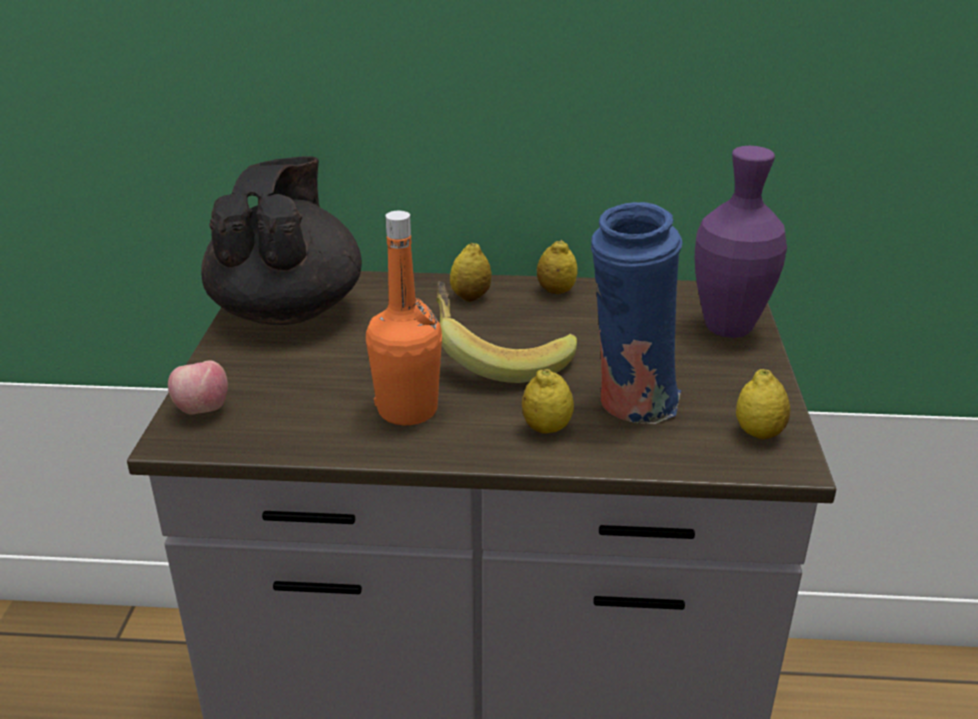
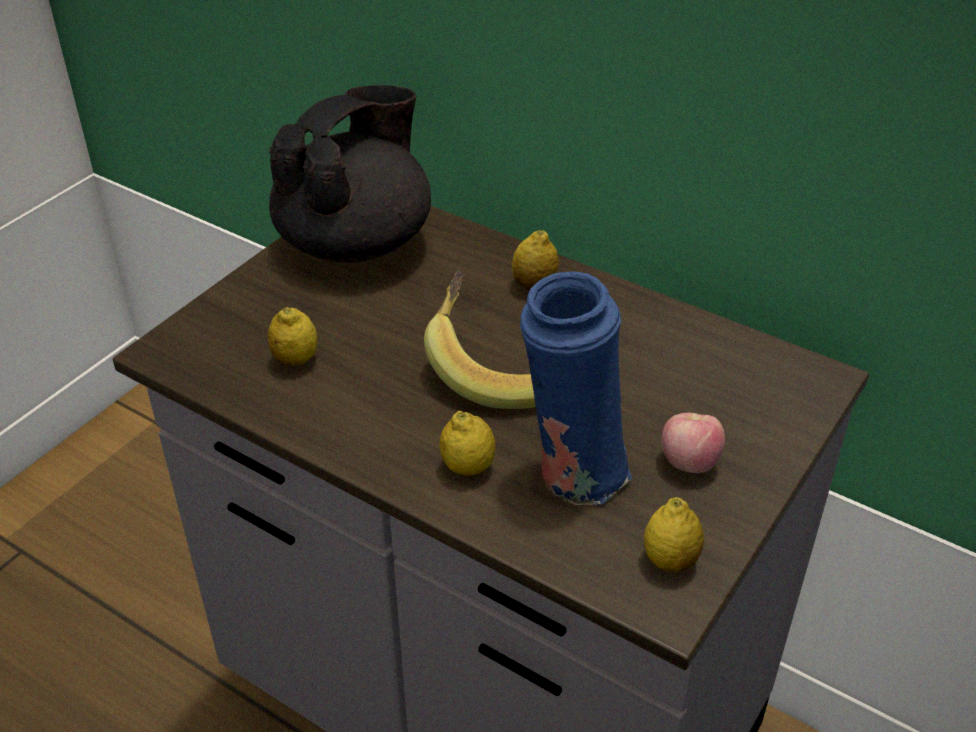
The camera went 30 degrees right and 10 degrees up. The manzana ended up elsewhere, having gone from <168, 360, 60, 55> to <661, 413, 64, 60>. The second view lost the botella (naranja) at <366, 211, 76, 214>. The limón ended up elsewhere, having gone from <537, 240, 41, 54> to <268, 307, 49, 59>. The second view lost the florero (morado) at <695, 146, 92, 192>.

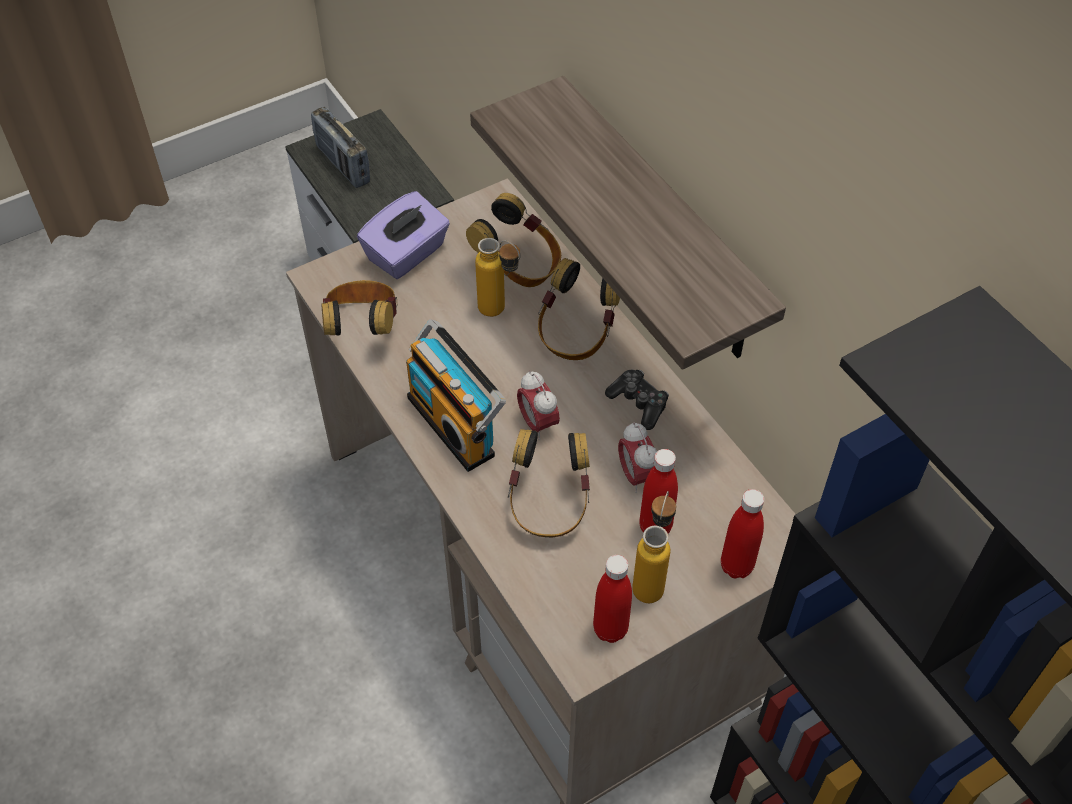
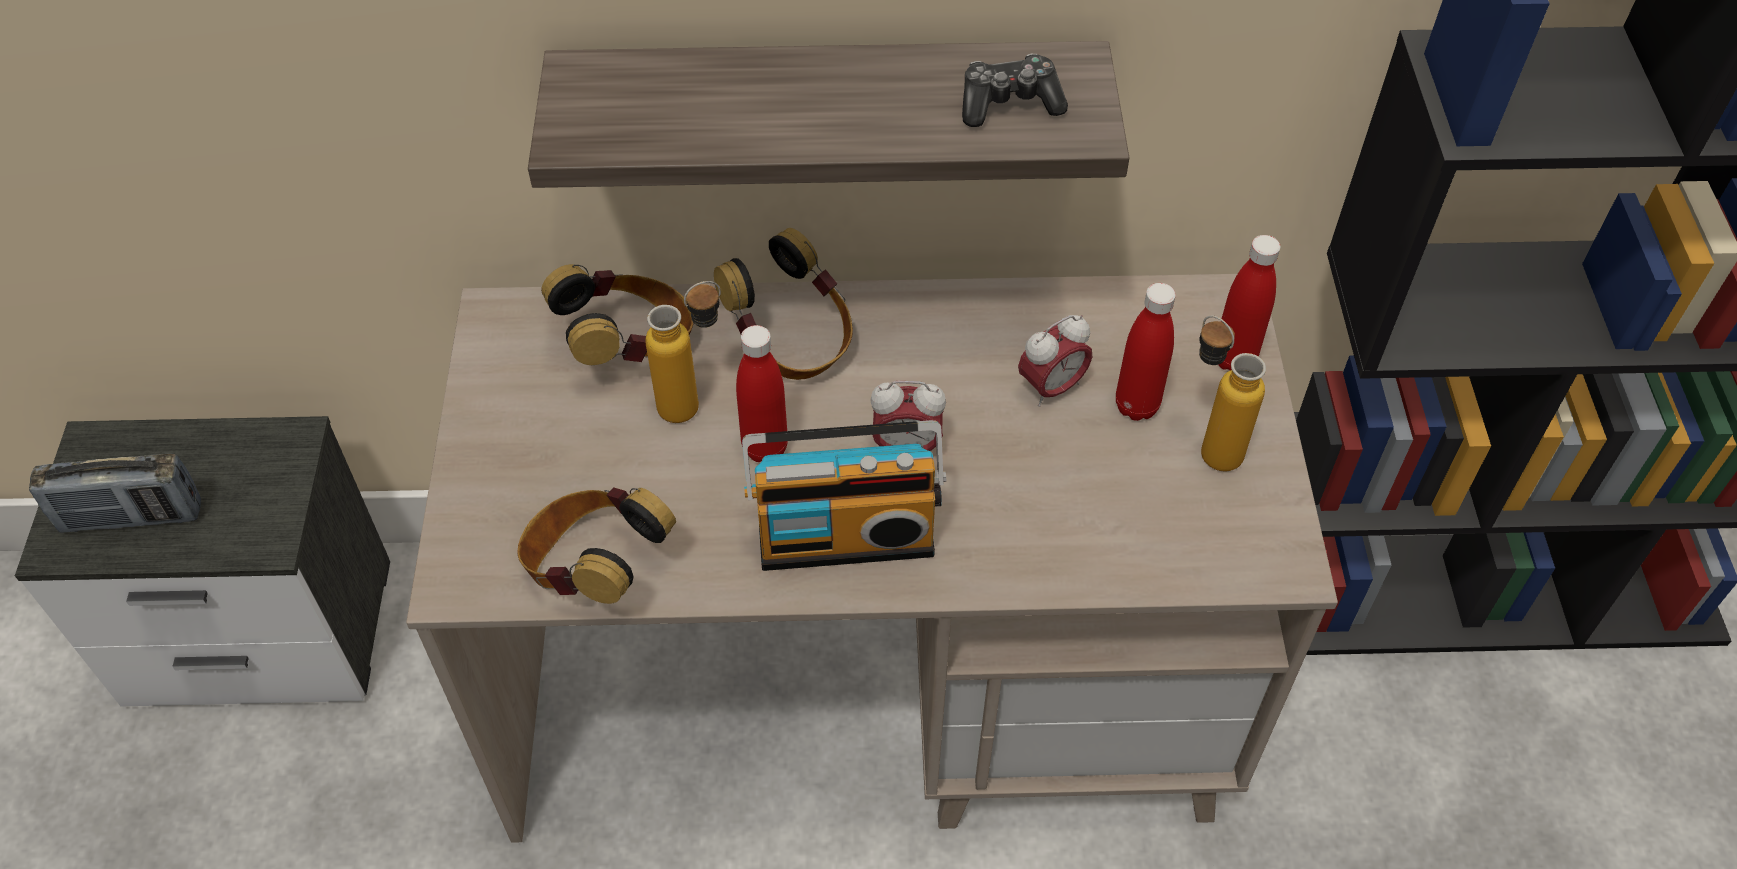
The camera went 60 degrees left and 0 degrees up. The second view lost the caja de pañuelos (morado) at <357, 191, 93, 88>. The second view lost the auriculares at <508, 429, 82, 108>. The botella (rojo) ended up elsewhere, having gone from <593, 555, 39, 88> to <736, 325, 52, 137>. The mando de consola ended up elsewhere, having gone from <605, 370, 64, 60> to <962, 54, 106, 73>. The despertador at <618, 422, 39, 71> ended up facing another way, 45 degrees counterclockwise from before.

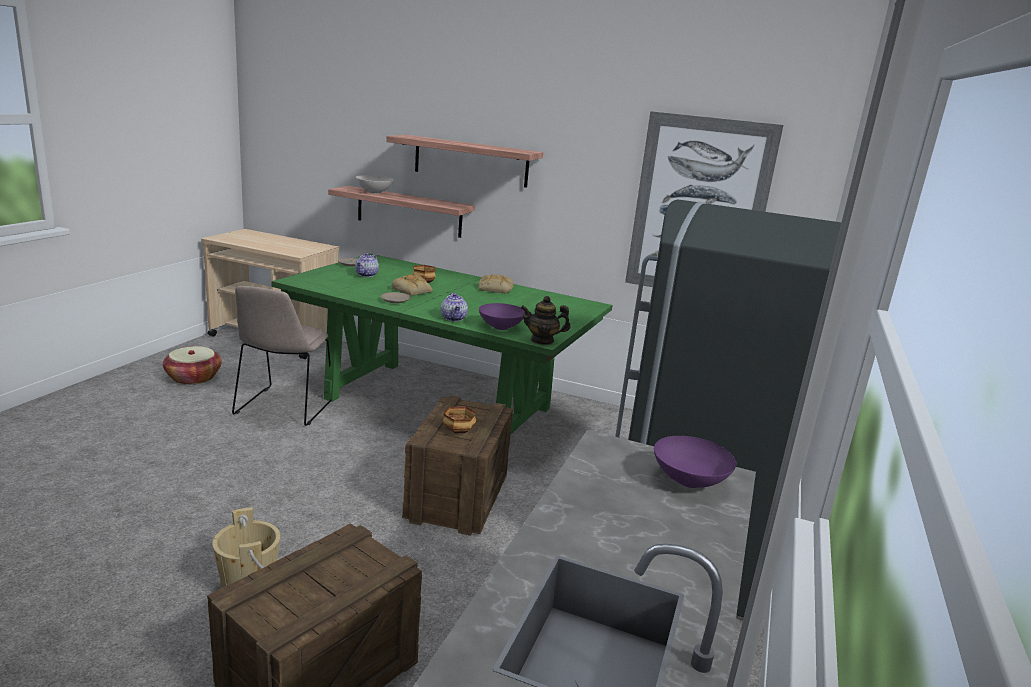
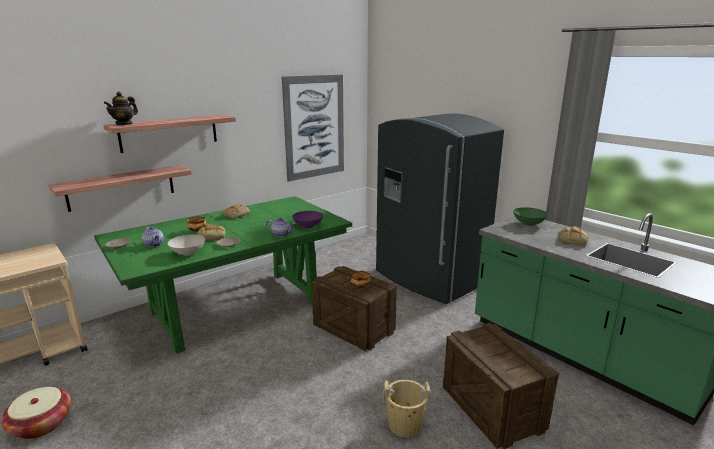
The camera went 60 degrees left and 0 degrees up. The second view lost the silla (beis) at <232, 286, 100, 140>. The cuenco (blanco) ended up elsewhere, having gone from <356, 175, 38, 19> to <168, 235, 37, 21>. The tetera ended up elsewhere, having gone from <521, 296, 49, 49> to <104, 92, 34, 33>. What was the cuenco (morado) at <654, 436, 82, 52> turned into the cuenco (verde) at <513, 207, 35, 19>. The second view gained the pan at <558, 226, 30, 20>.

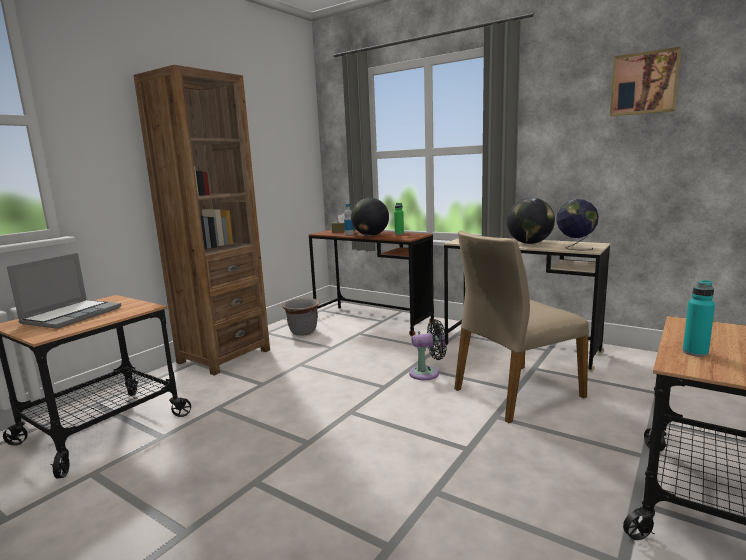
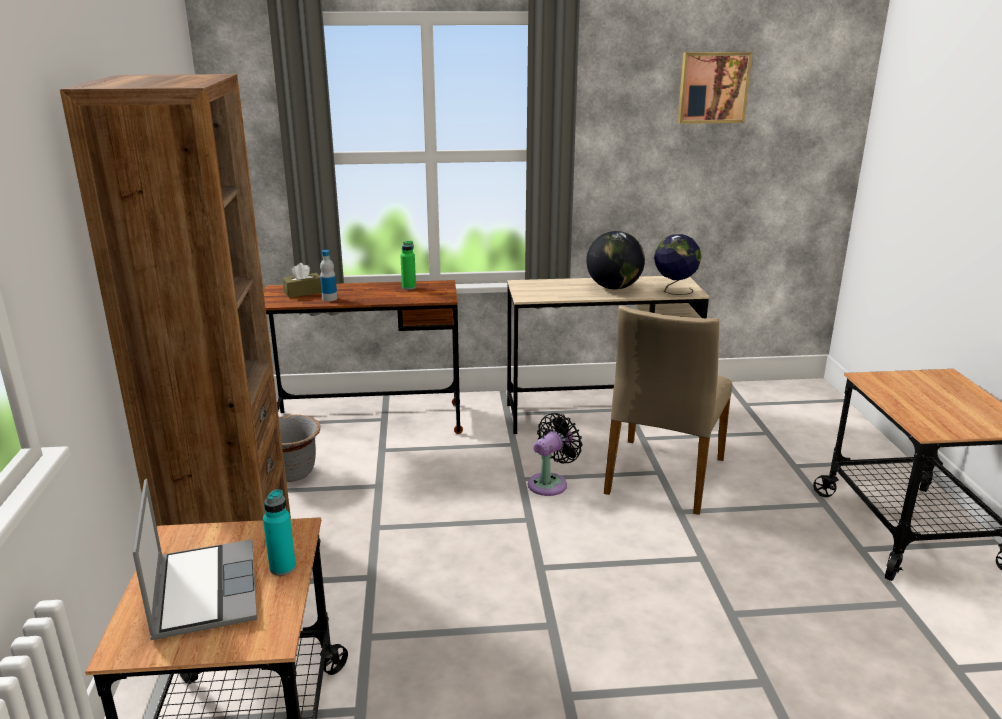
The camera went 40 degrees left and 10 degrees up. The second view lost the globo terráqueo at <351, 198, 38, 38>. The botella (turquesa) ended up elsewhere, having gone from <683, 280, 32, 77> to <263, 489, 33, 87>.

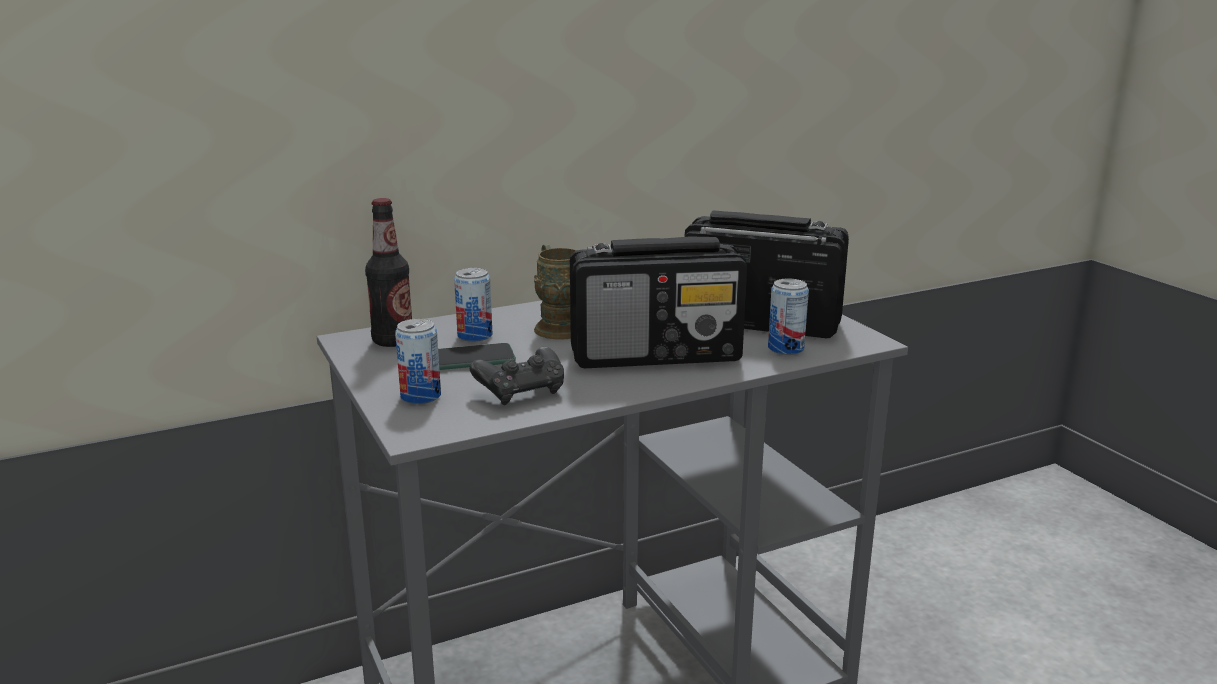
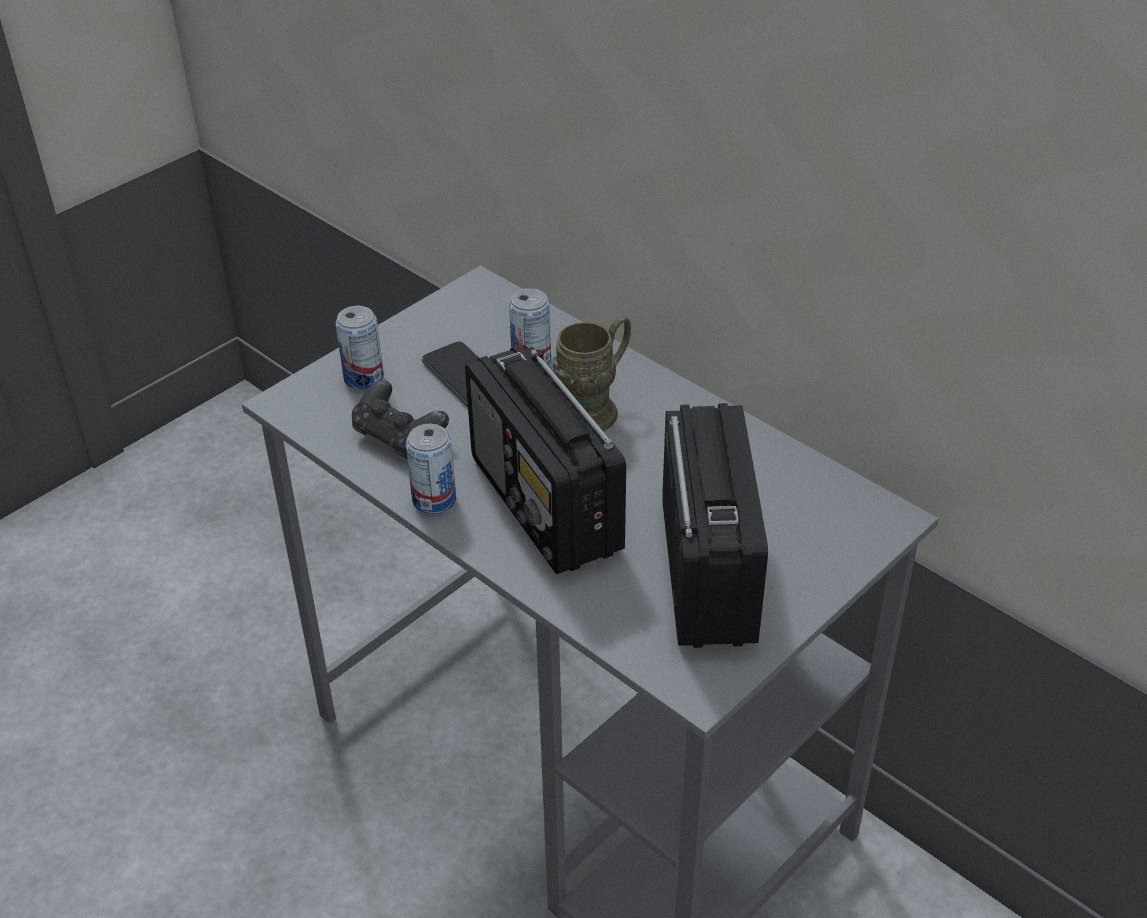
The camera went 70 degrees right and 20 degrees up. The second view lost the botella at <365, 198, 47, 149>. The lata ended up elsewhere, having gone from <768, 278, 41, 77> to <406, 424, 50, 90>.

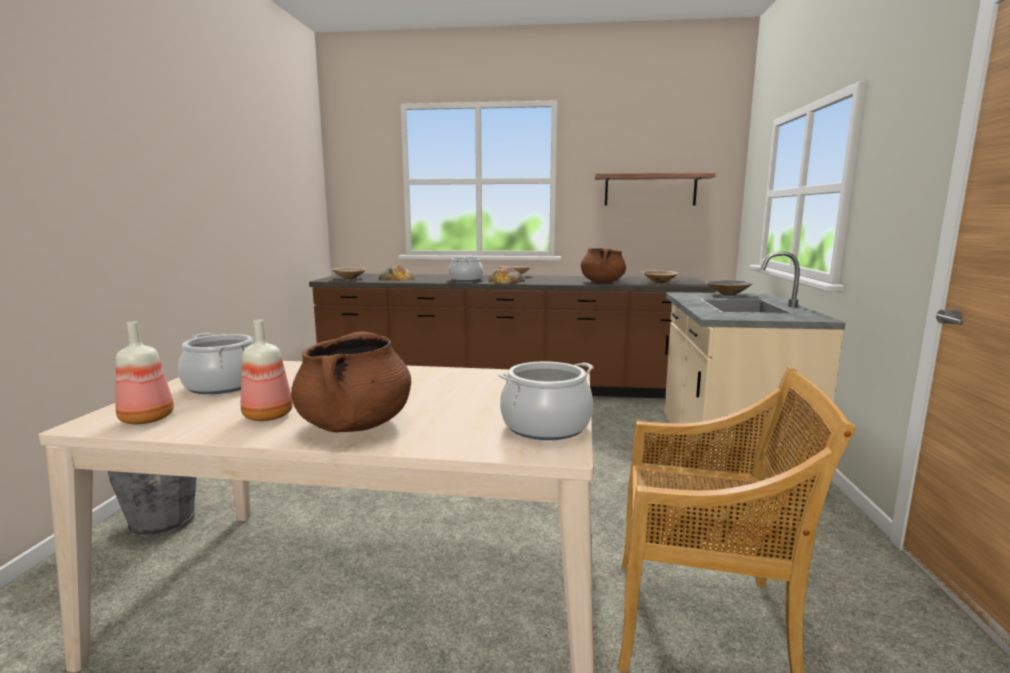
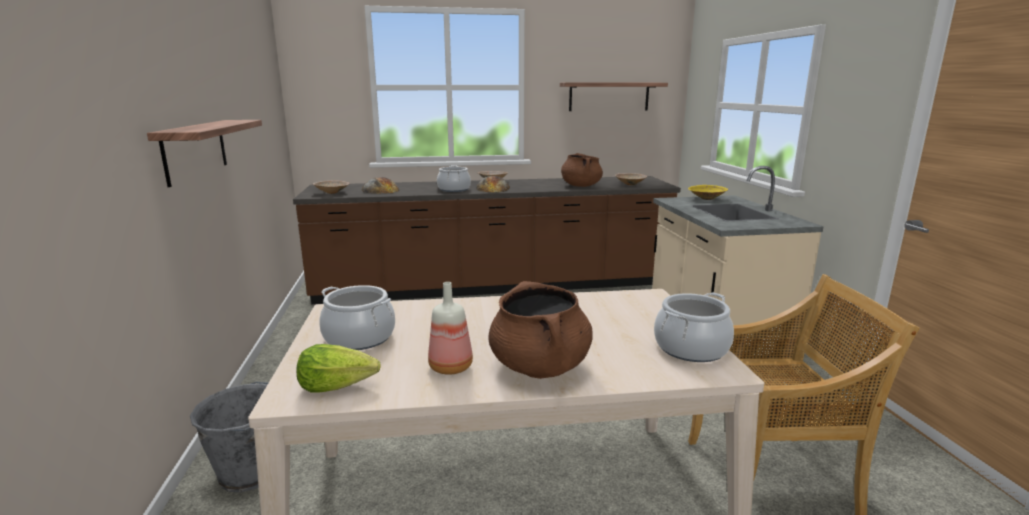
The camera went 15 degrees left and 5 degrees up. Where the botella stood at <115, 321, 59, 103>, the lechuga came to stand at <296, 344, 85, 49>. What was the cuenco (gris) at <705, 279, 48, 17> turned into the cuenco (amarillo) at <688, 185, 40, 15>. The second view gained the estante at <147, 120, 115, 67>.

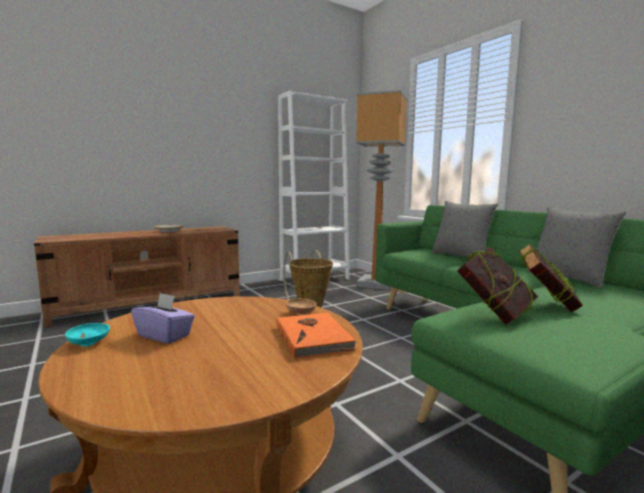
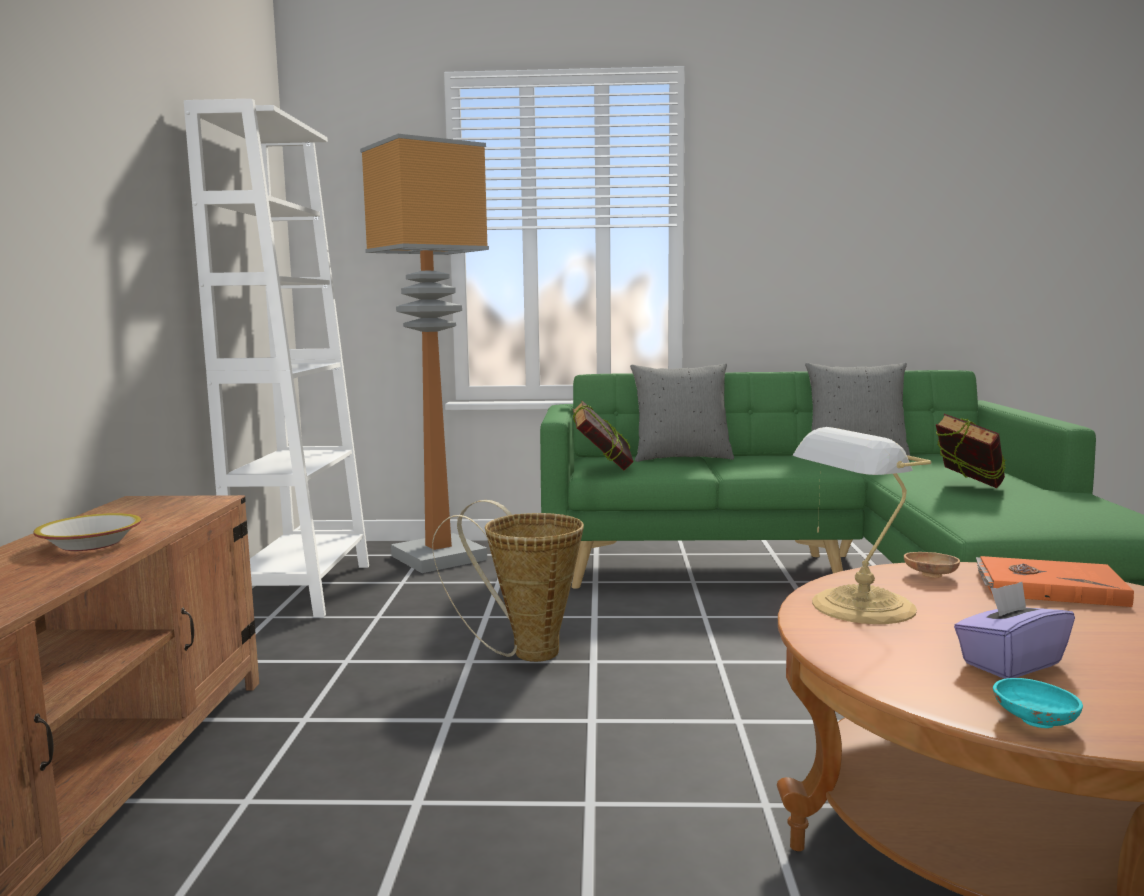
The camera went 55 degrees left and 0 degrees up. The libro ended up elsewhere, having gone from <457, 247, 81, 78> to <573, 401, 61, 69>. The second view gained the lámpara de mesa at <793, 427, 139, 197>.

